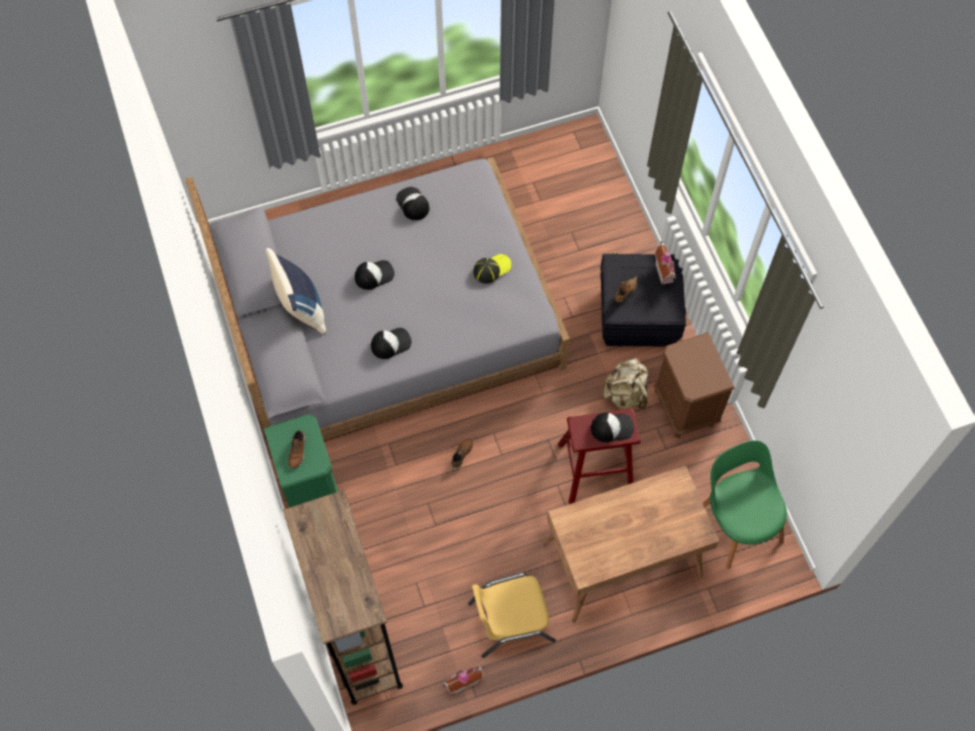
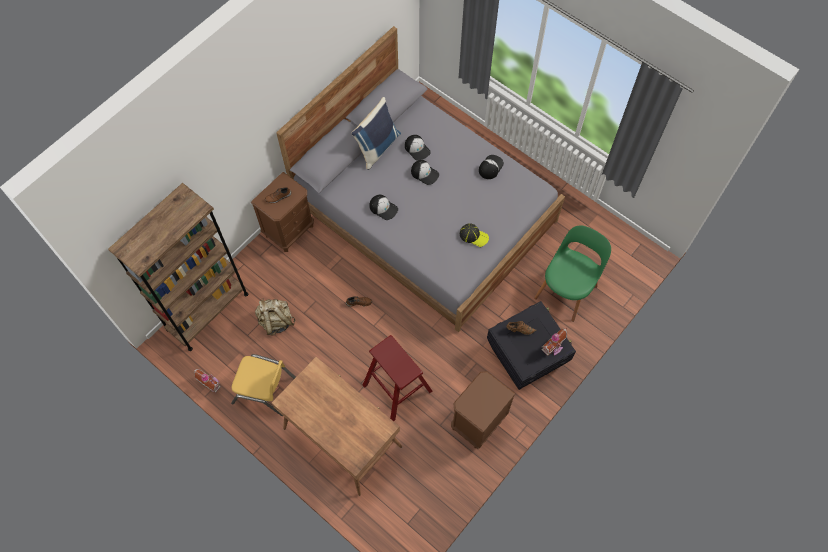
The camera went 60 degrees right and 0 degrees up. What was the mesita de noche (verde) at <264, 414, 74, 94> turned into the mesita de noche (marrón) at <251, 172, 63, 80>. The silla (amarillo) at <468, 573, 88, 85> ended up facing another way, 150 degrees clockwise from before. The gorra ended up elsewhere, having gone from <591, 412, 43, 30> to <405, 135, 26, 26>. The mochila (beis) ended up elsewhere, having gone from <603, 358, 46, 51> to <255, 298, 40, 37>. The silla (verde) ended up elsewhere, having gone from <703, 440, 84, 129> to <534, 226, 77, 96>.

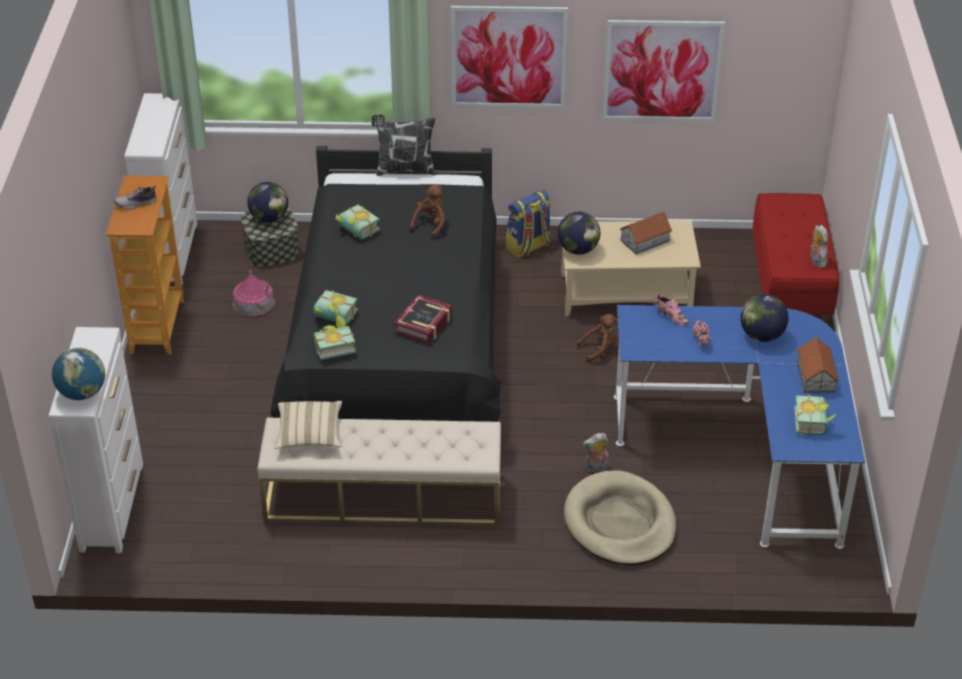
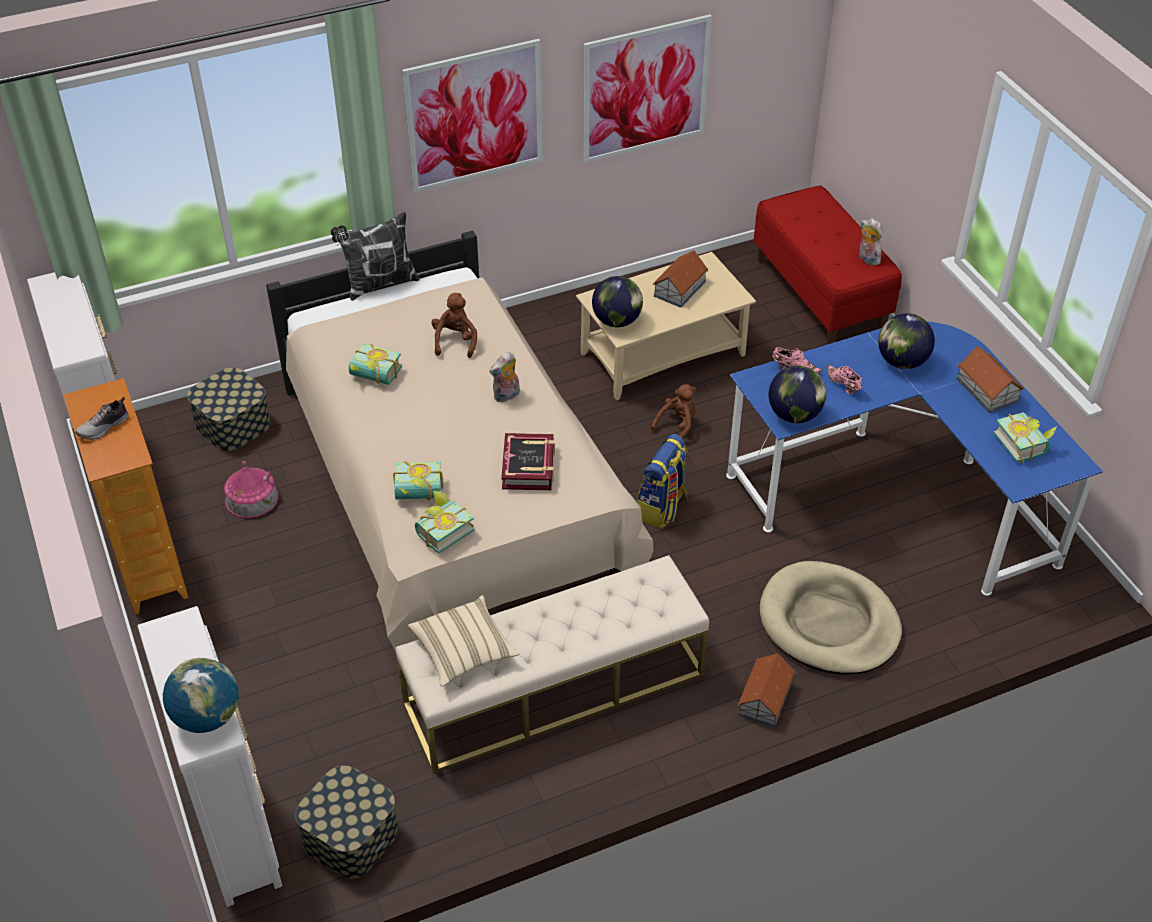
The camera went 25 degrees left and 5 degrees up. The globo terráqueo ended up elsewhere, having gone from <247, 182, 41, 41> to <769, 366, 57, 57>. What was the cama (negro) at <270, 146, 231, 276> turned into the cama (beis) at <266, 231, 388, 421>. The mochila ended up elsewhere, having gone from <506, 190, 45, 68> to <637, 434, 51, 94>. The peluche ended up elsewhere, having gone from <583, 433, 26, 39> to <490, 351, 30, 51>. The second view gained the caja de almacenaje at <295, 765, 103, 114>. The second view gained the casita at <737, 653, 59, 74>.

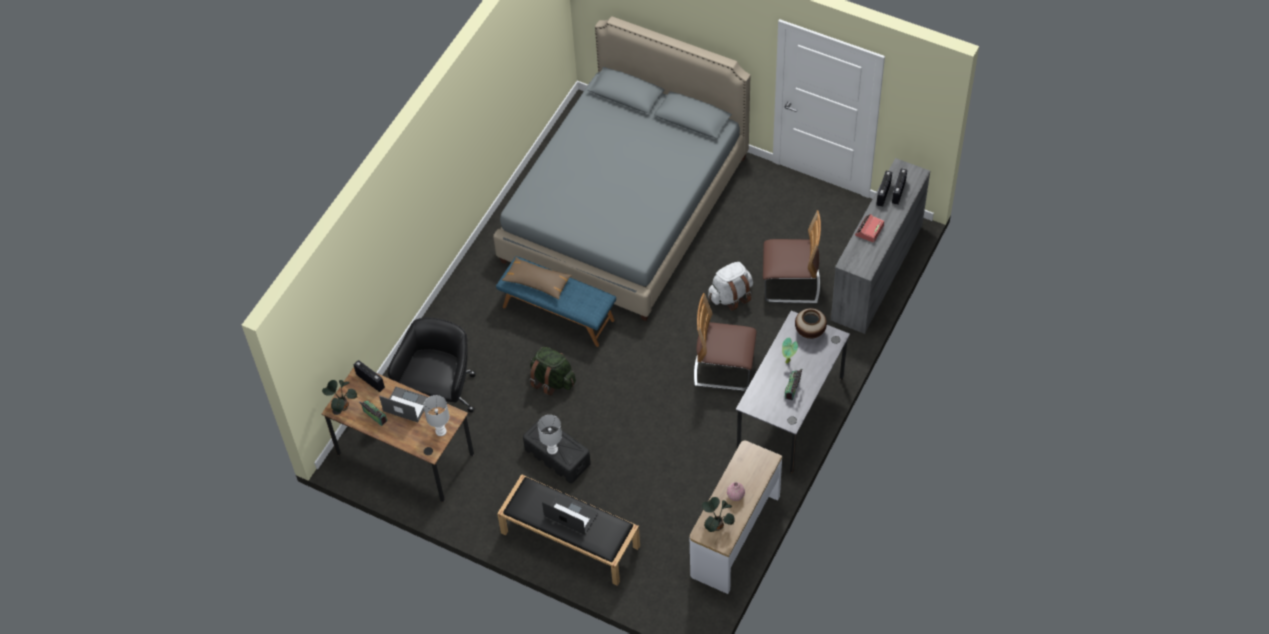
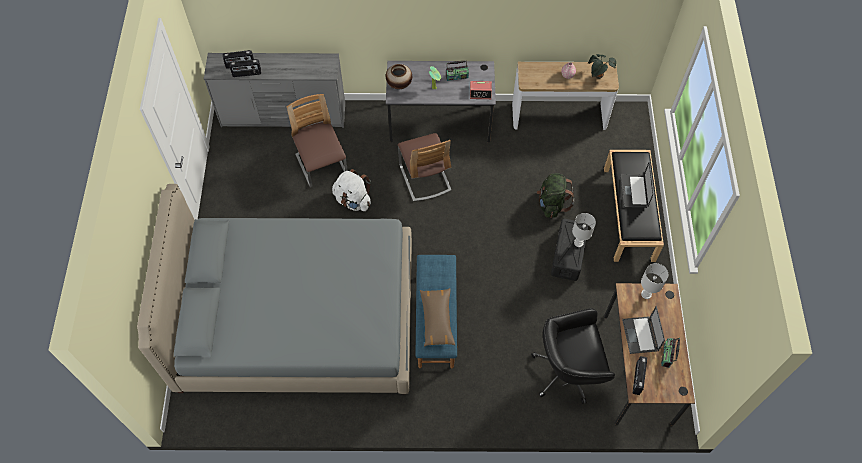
The camera went 120 degrees left and 5 degrees up. The second view lost the planta en maceta at <322, 380, 35, 32>. The mochila (verde) ended up elsewhere, having gone from <529, 347, 47, 49> to <537, 173, 37, 45>. The despertador ended up elsewhere, having gone from <855, 214, 29, 29> to <470, 81, 22, 18>.

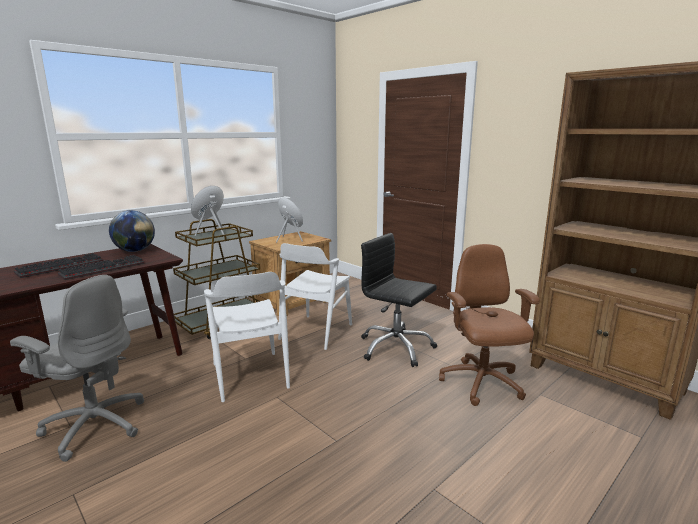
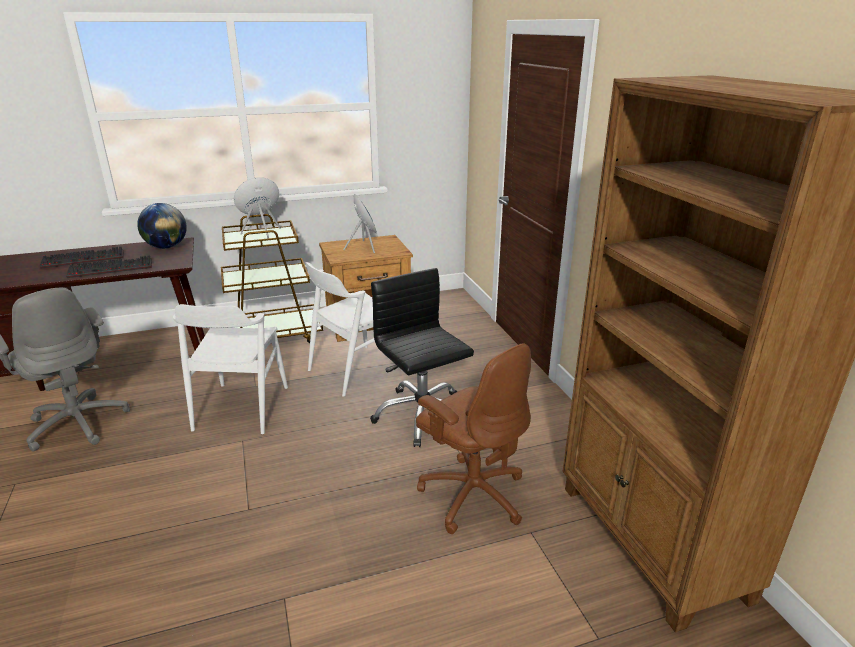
The camera went 25 degrees right and 10 degrees up. The silla de oficina (marrón) at <439, 244, 101, 162> ended up facing another way, 120 degrees clockwise from before.

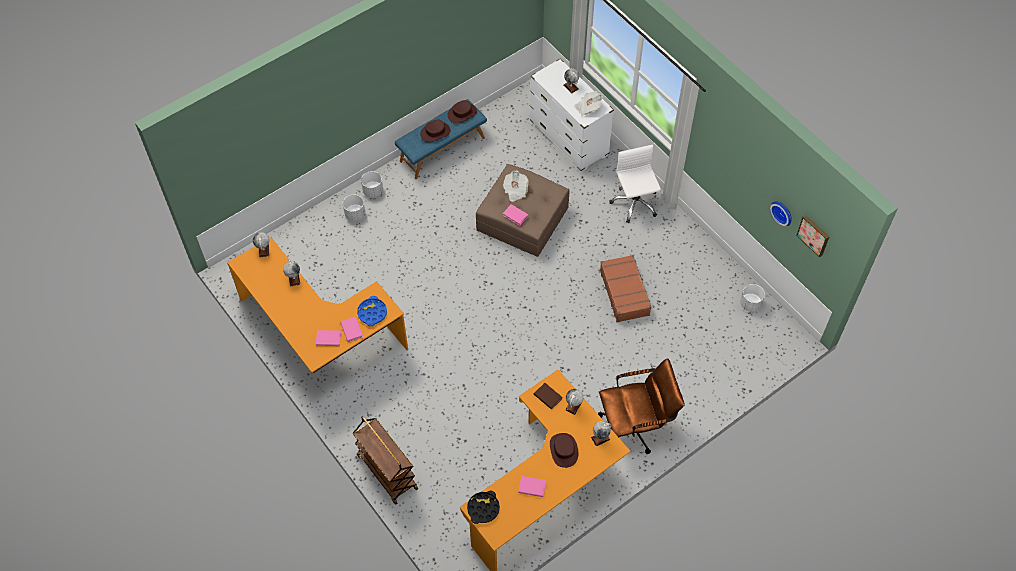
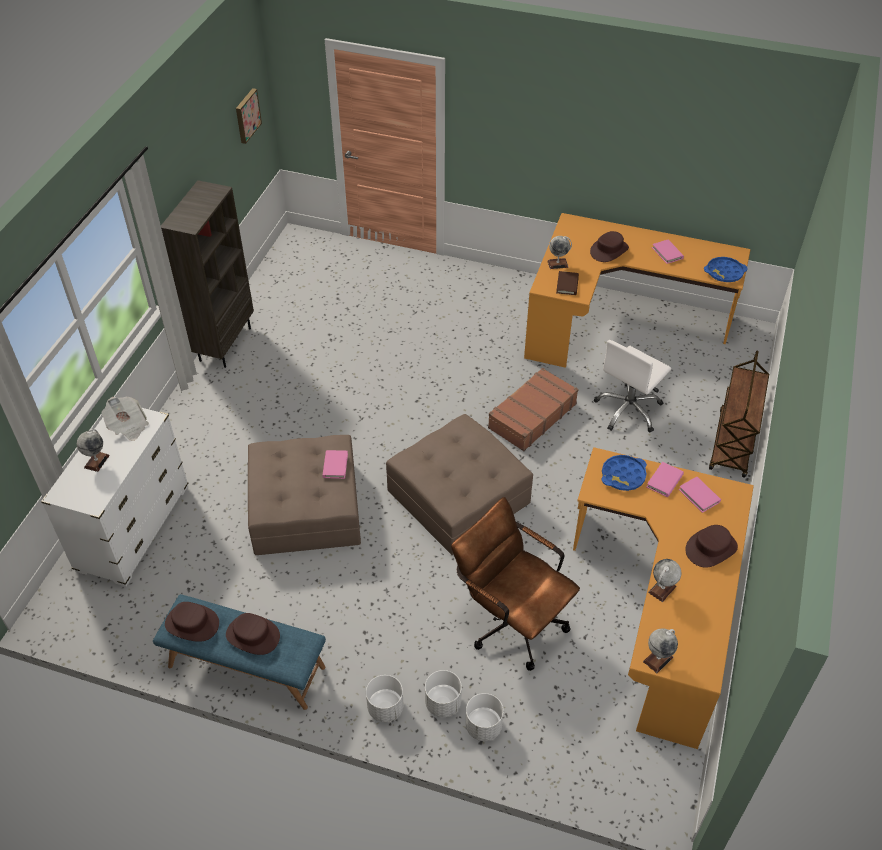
The camera went 125 degrees left and 10 degrees down. What was the bandeja (negro) at <467, 491, 33, 33> turned into the bandeja (azul) at <704, 257, 44, 25>. The second view lost the periódico at <503, 171, 26, 31>. The second view lost the globo terráqueo at <591, 421, 20, 25>. The silla de oficina (marrón) ended up elsewhere, having gone from <598, 358, 87, 96> to <451, 497, 129, 174>. The maleta (marrón) ended up elsewhere, having gone from <600, 255, 52, 67> to <488, 368, 91, 83>. The silla de oficina (blanco) ended up elsewhere, having gone from <609, 145, 52, 78> to <594, 340, 77, 93>. The maceta (blanco) ended up elsewhere, having gone from <740, 284, 25, 28> to <466, 693, 38, 48>. The second view lost the reloj de pared at <770, 202, 21, 24>. The second view gained the estantería (marrón) at <161, 180, 93, 188>. The second view gained the puf (marrón) at <386, 414, 147, 141>. The second view gained the sombrero (marrón) at <685, 525, 53, 43>.

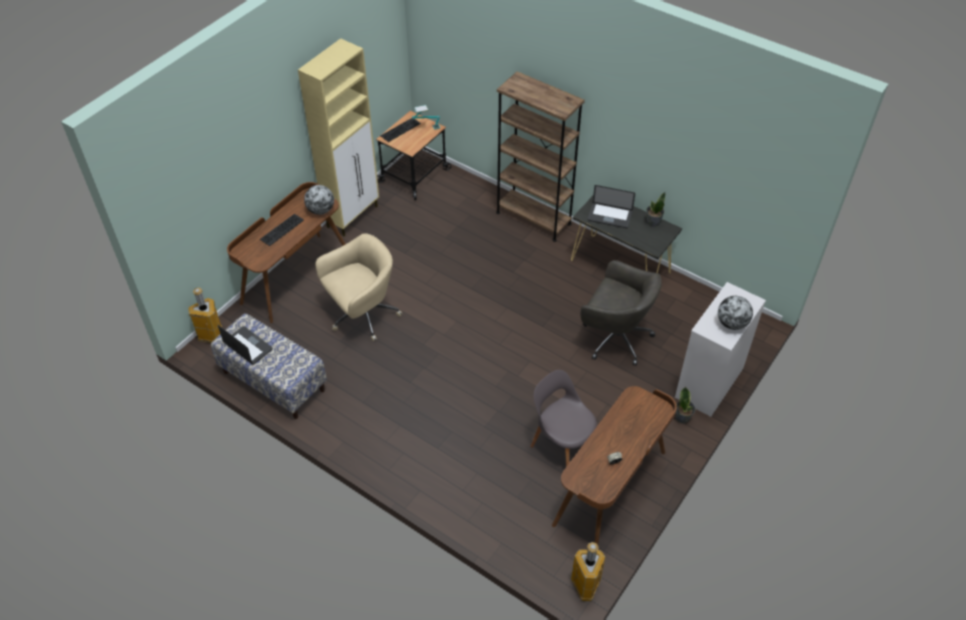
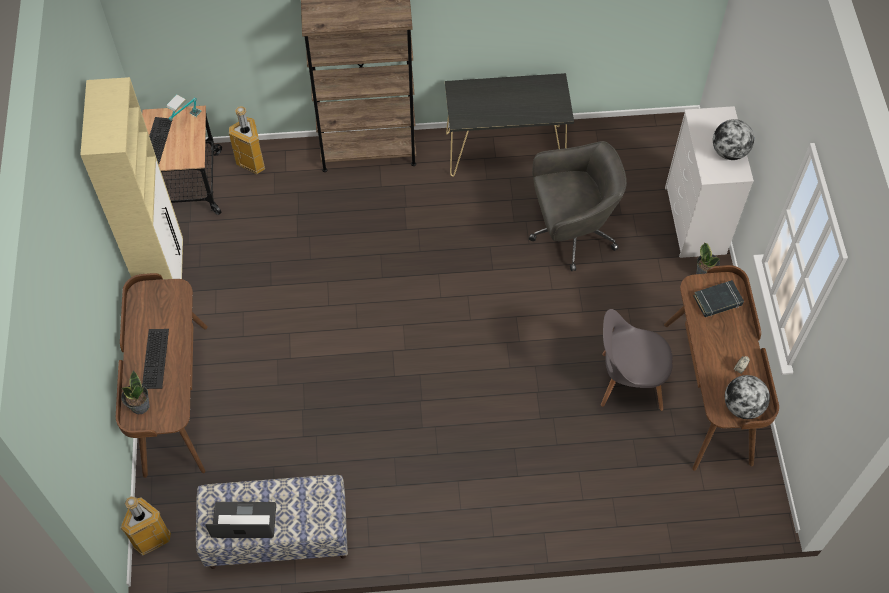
The camera went 40 degrees left and 10 degrees up. The globo terráqueo ended up elsewhere, having gone from <304, 185, 30, 30> to <725, 375, 45, 44>. The second view lost the silla de oficina (beis) at <315, 233, 87, 108>. The papelera ended up elsewhere, having gone from <571, 542, 35, 59> to <229, 106, 36, 68>. The second view lost the portátil at <588, 185, 47, 43>. The planta en maceta ended up elsewhere, having gone from <646, 192, 19, 35> to <121, 370, 29, 44>. The second view gained the libro (negro) at <694, 280, 50, 37>.

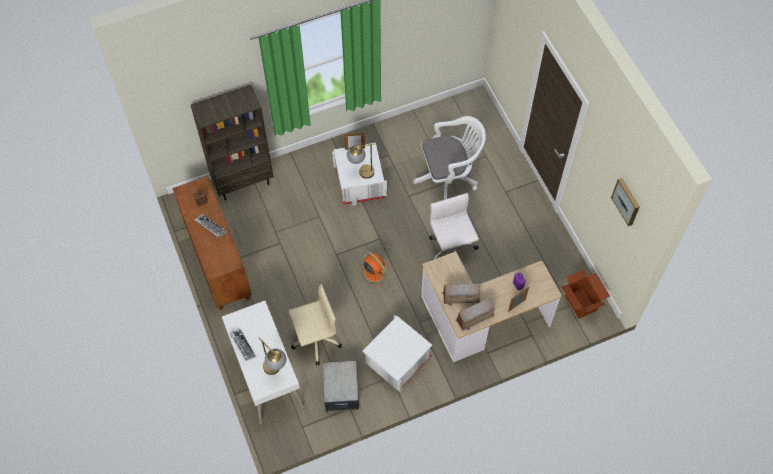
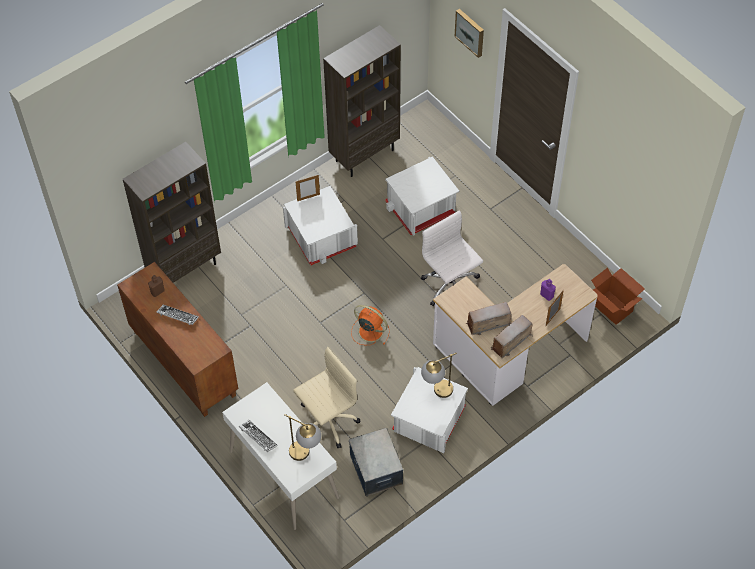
The camera went 15 degrees left and 5 degrees down. The lámpara de mesa ended up elsewhere, having gone from <347, 144, 29, 35> to <421, 353, 36, 45>. Where the silla de oficina (blanco) stood at <413, 116, 73, 84>, the caja de almacenaje (blanco) came to stand at <385, 156, 74, 80>. The cuadro ended up elsewhere, having gone from <611, 178, 29, 48> to <454, 9, 30, 49>. The second view gained the estantería (marrón) at <323, 25, 78, 152>.

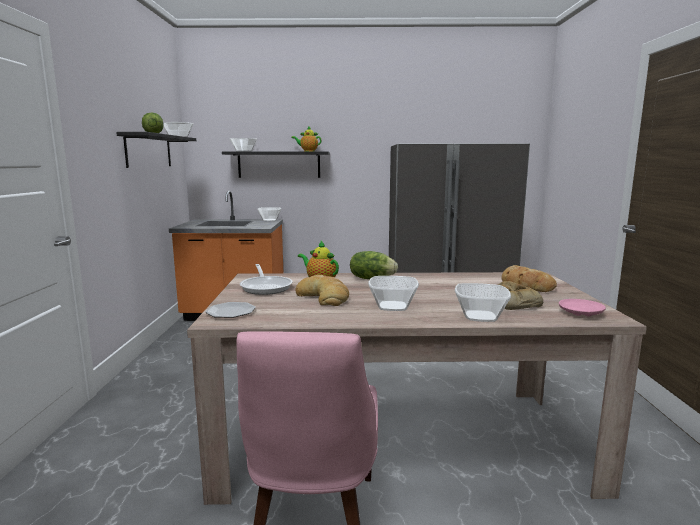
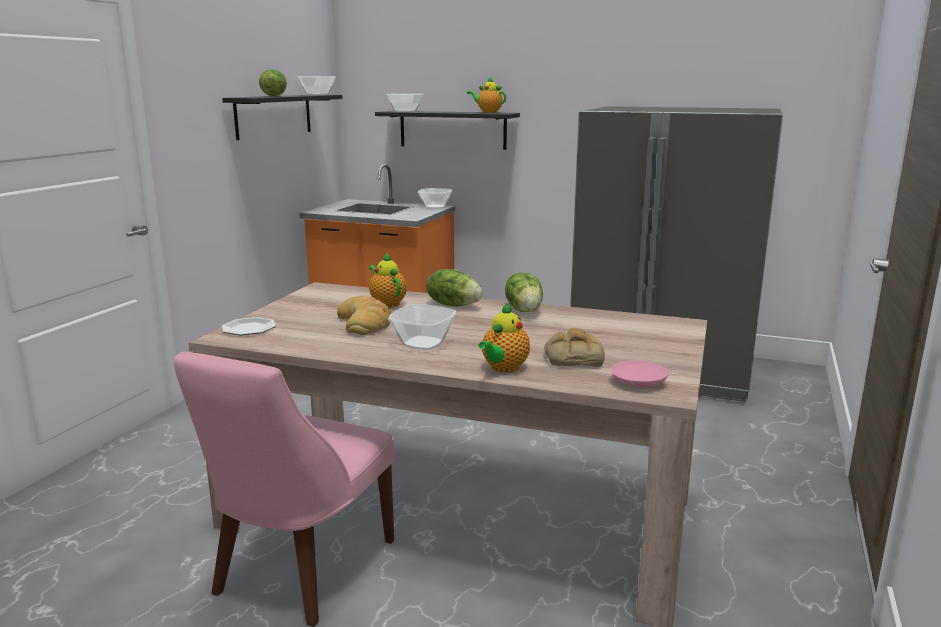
The camera went 20 degrees right and 5 degrees up. The second view lost the sartén at <240, 264, 53, 31>. Where the cuenco stood at <455, 283, 56, 39>, the tetera came to stand at <478, 303, 52, 70>. The second view lost the pan at <501, 265, 56, 27>. The second view gained the lechuga at <505, 272, 38, 40>.

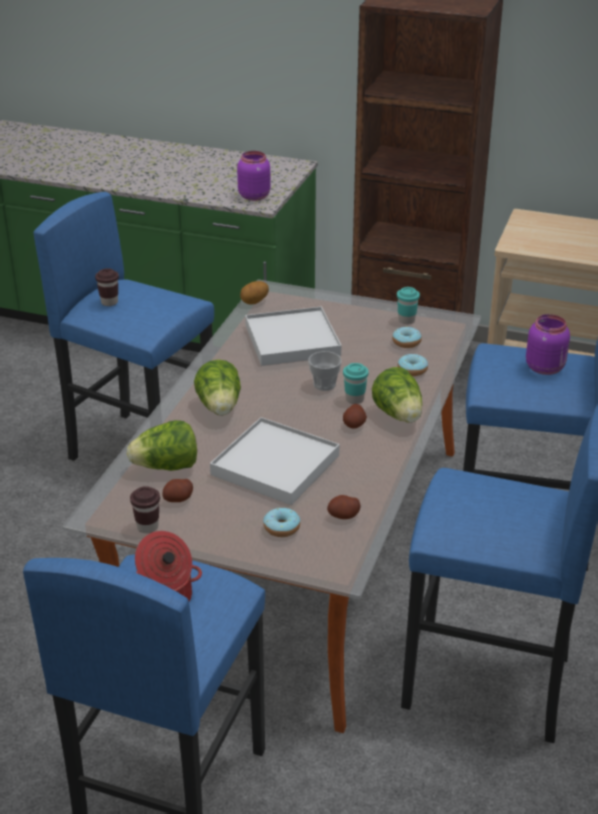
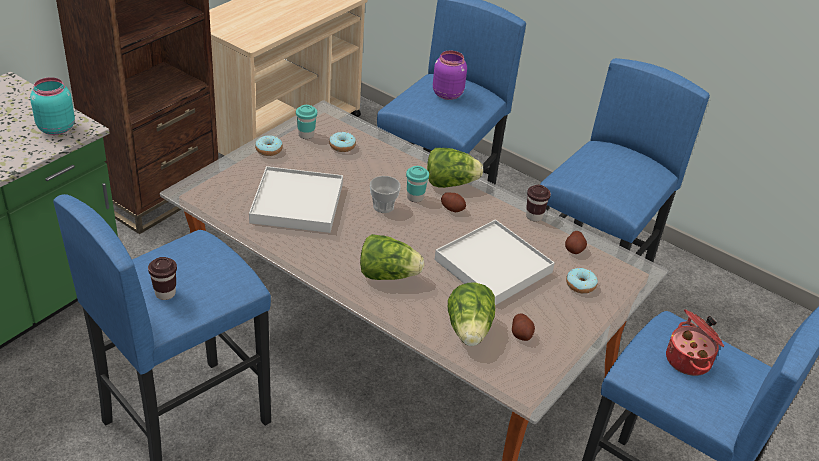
The camera went 75 degrees left and 5 degrees up. The taza (marrón) ended up elsewhere, having gone from <130, 486, 30, 47> to <526, 185, 25, 36>. What was the tarro (morado) at <237, 151, 34, 50> turned into the tarro (turquesa) at <30, 77, 45, 58>. The second view lost the patata at <240, 281, 29, 24>. The rosquilla ended up elsewhere, having gone from <398, 354, 30, 22> to <255, 135, 28, 21>.

